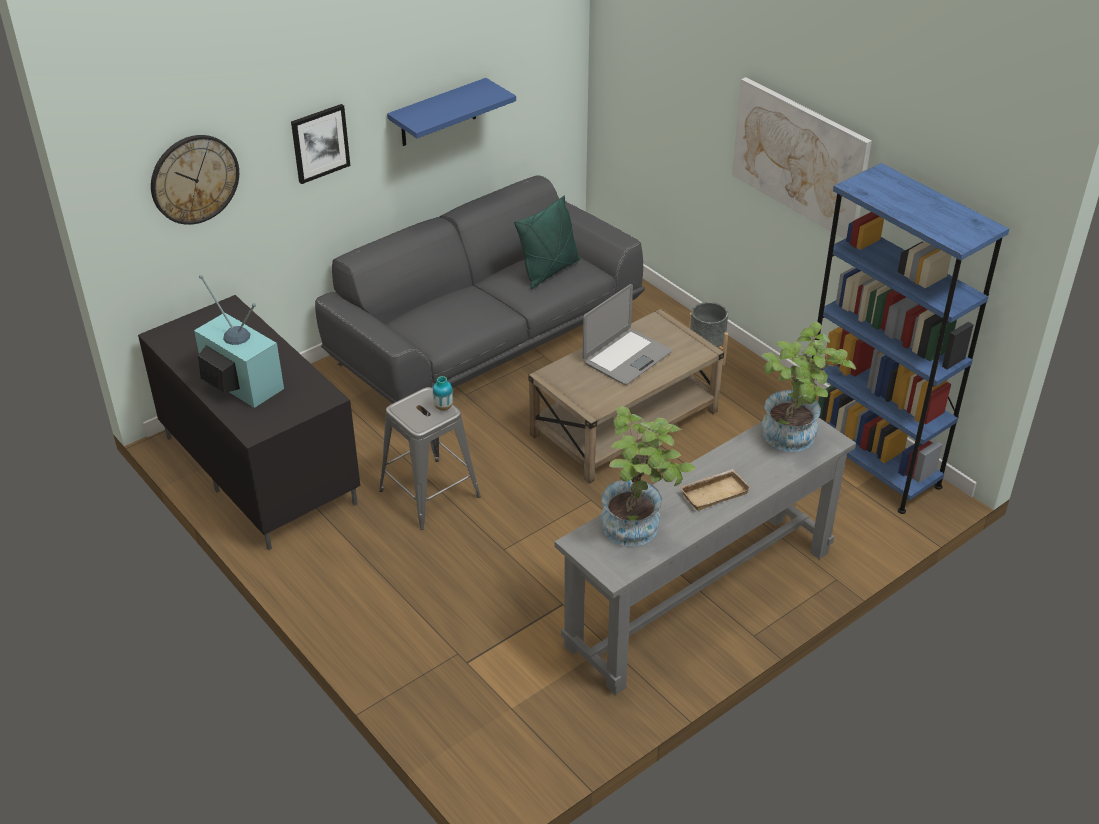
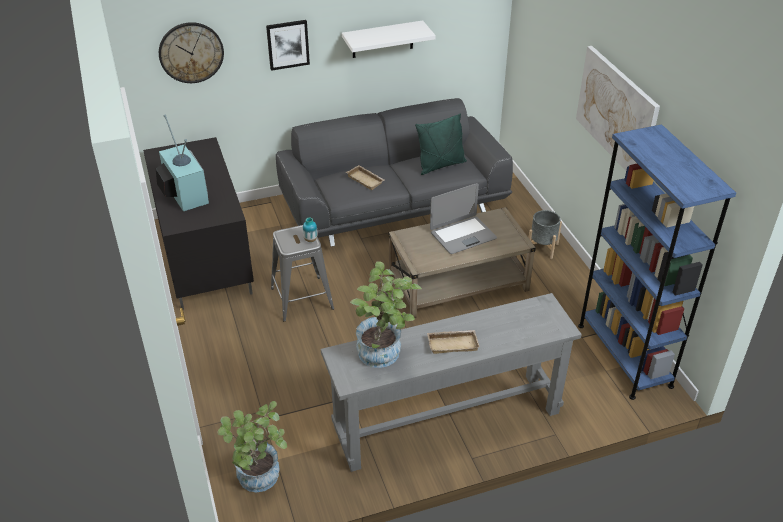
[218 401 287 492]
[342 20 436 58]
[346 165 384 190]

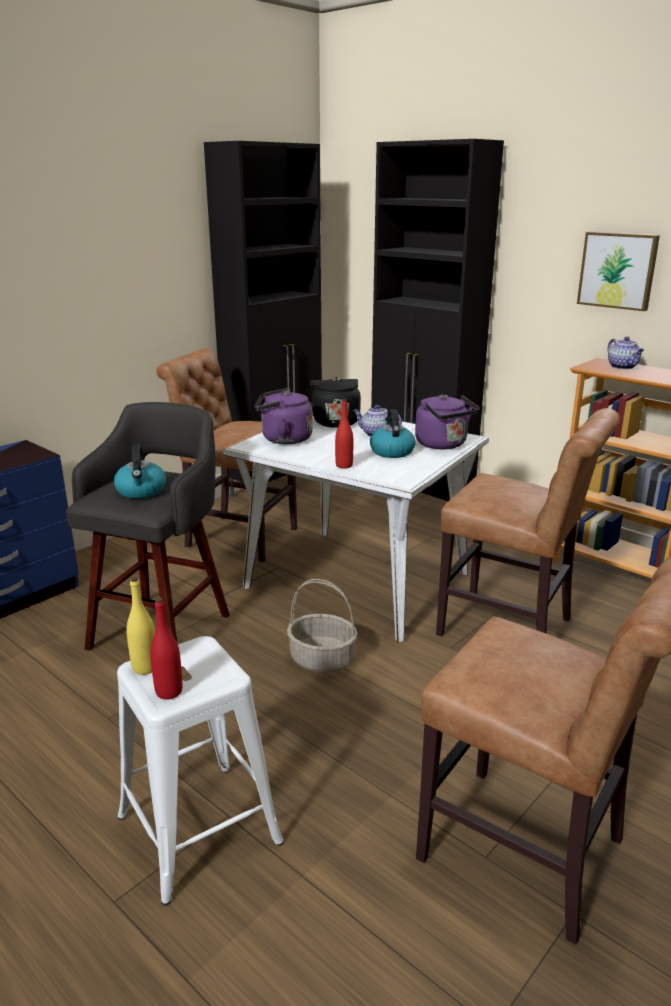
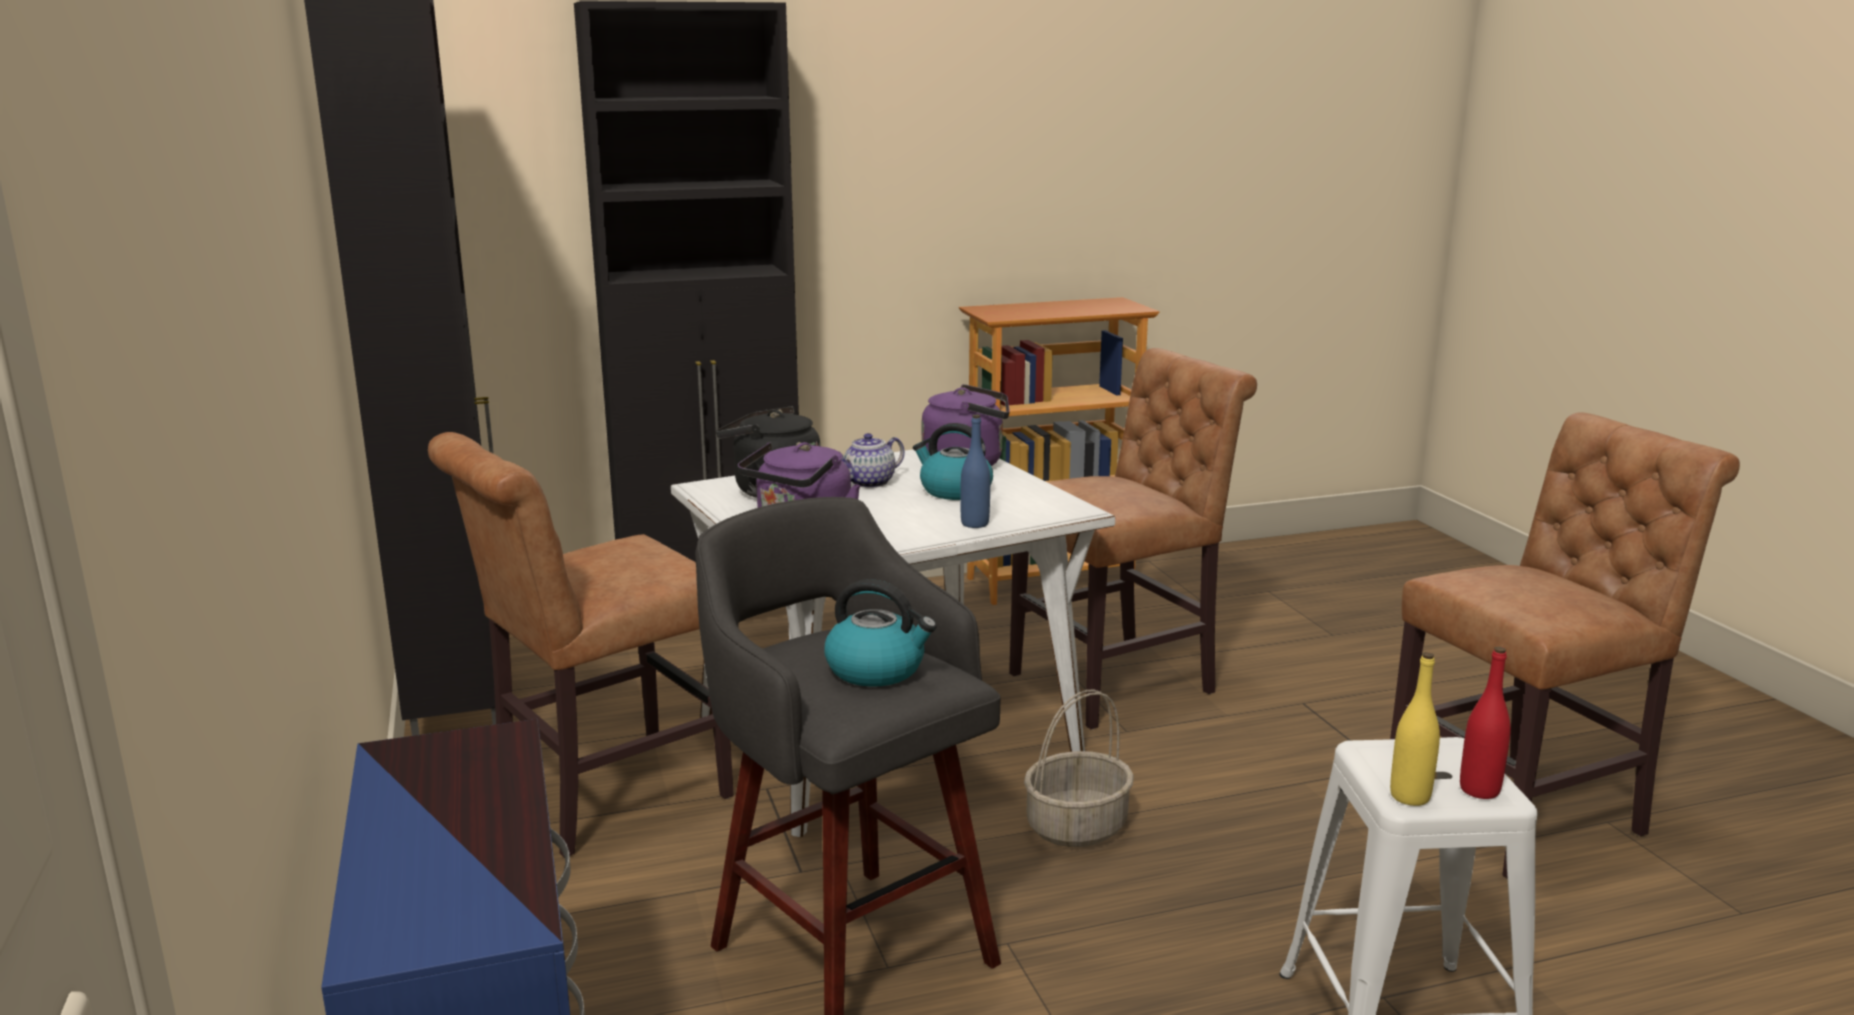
[960 414 990 528]
[577 232 660 311] (first image)
[607 337 644 369] (first image)

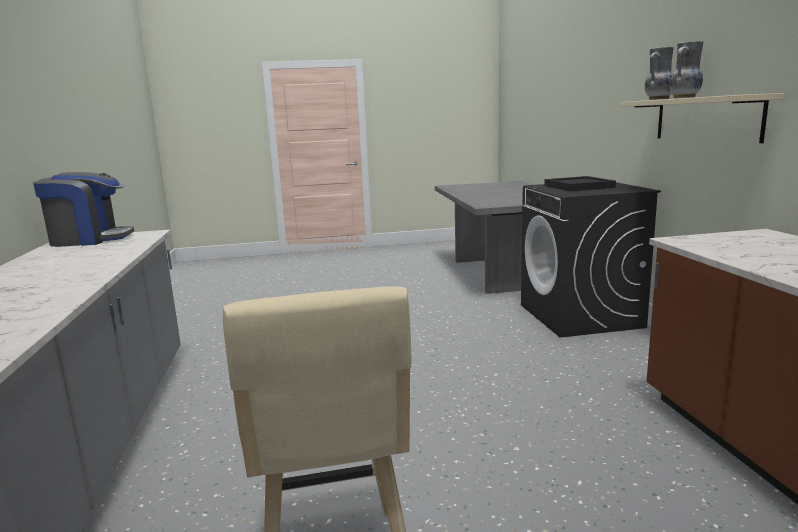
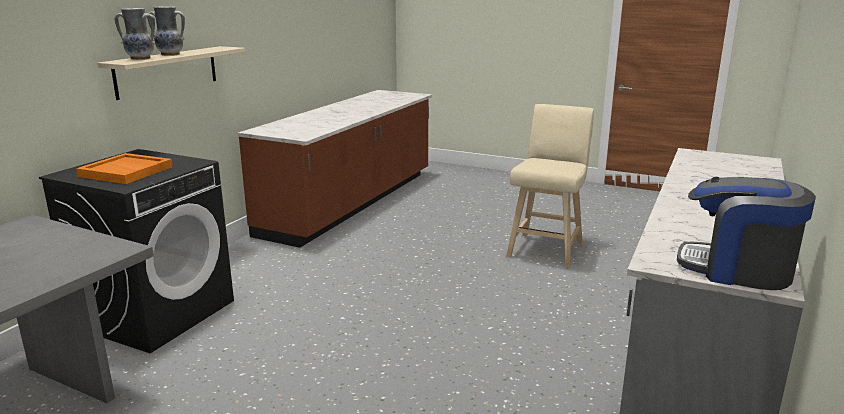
[76 153 173 184]

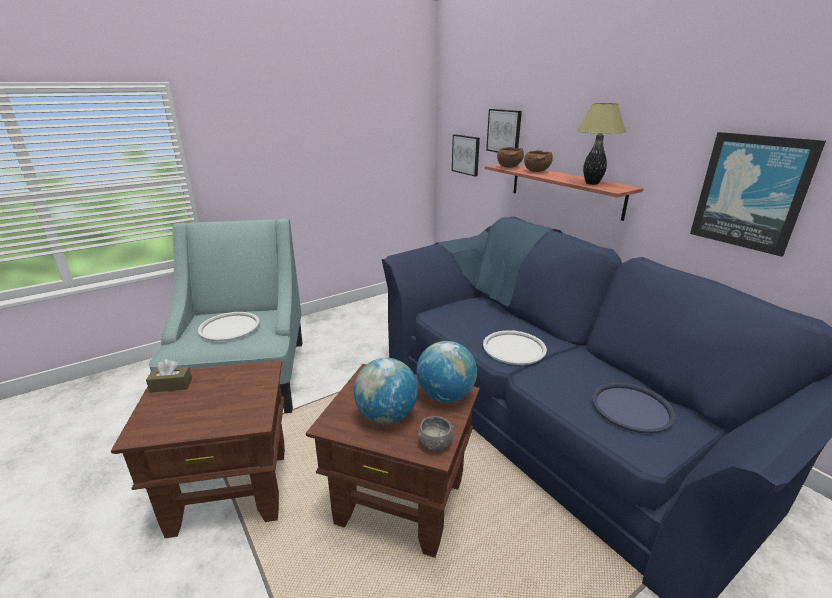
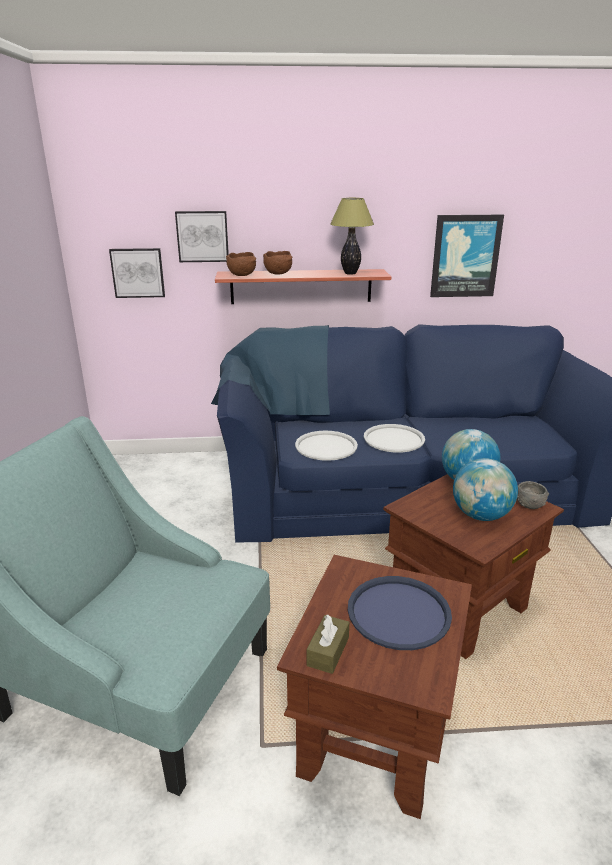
[295 431 358 461]
[348 576 452 650]

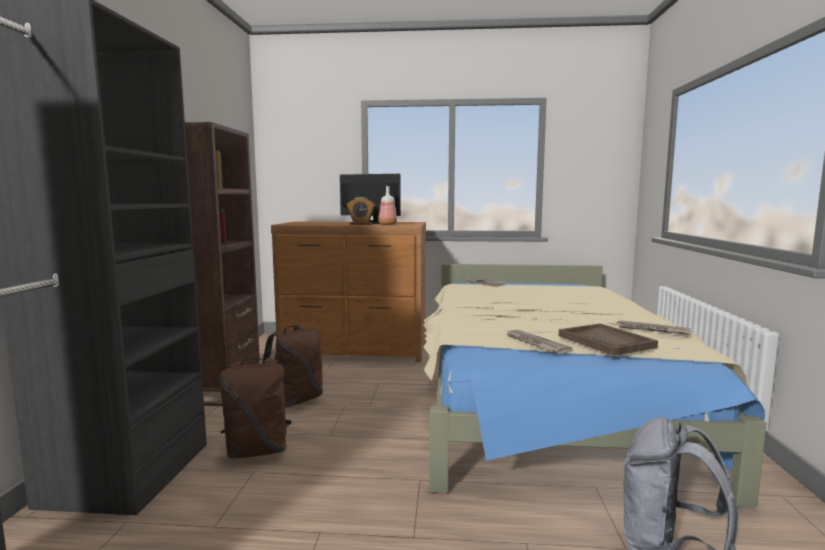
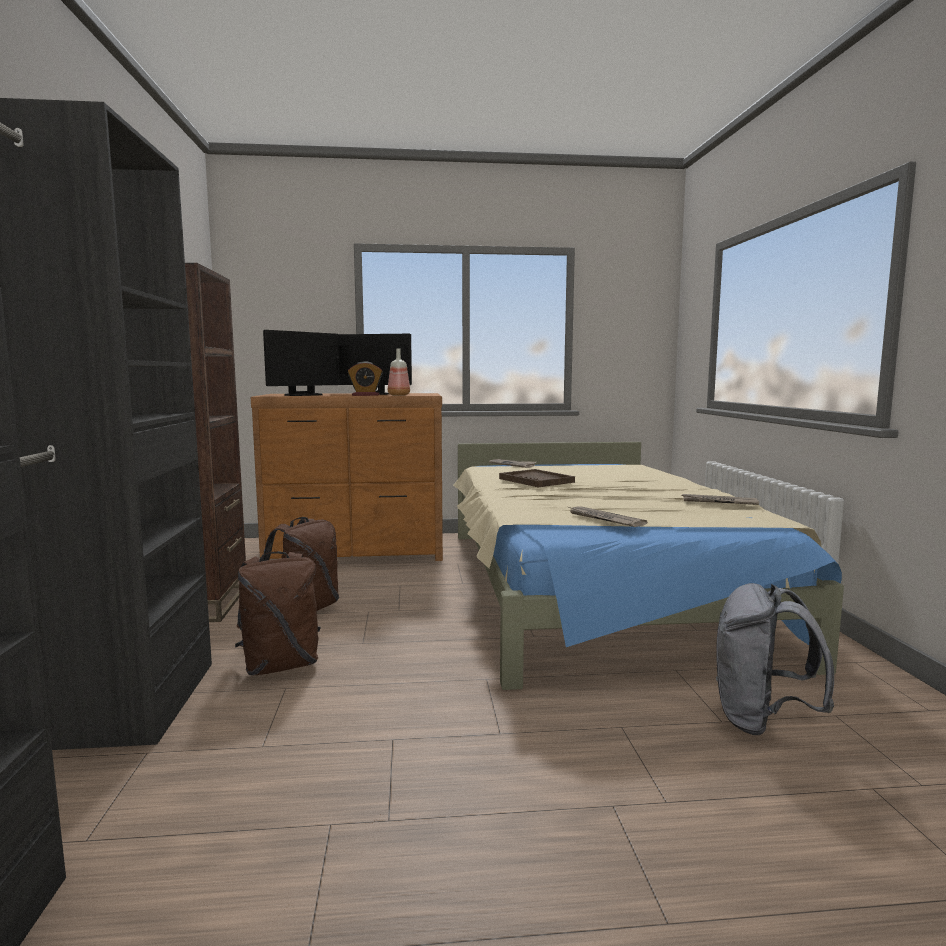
[263 330 340 396]
[499 469 575 487]

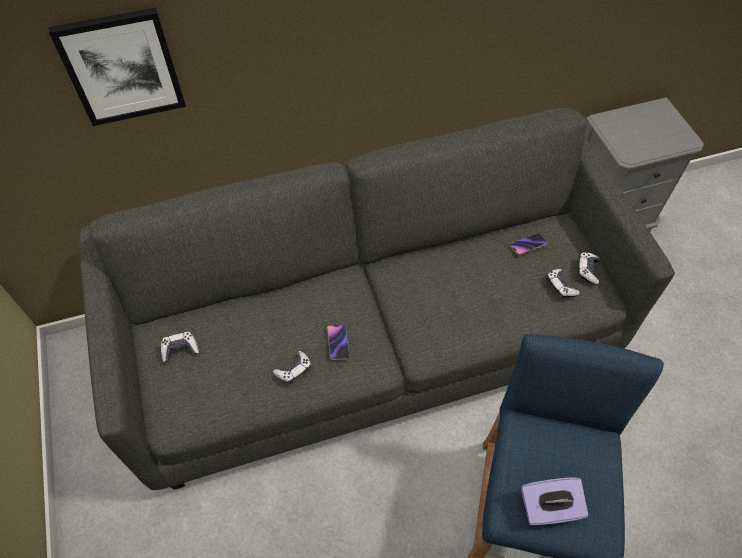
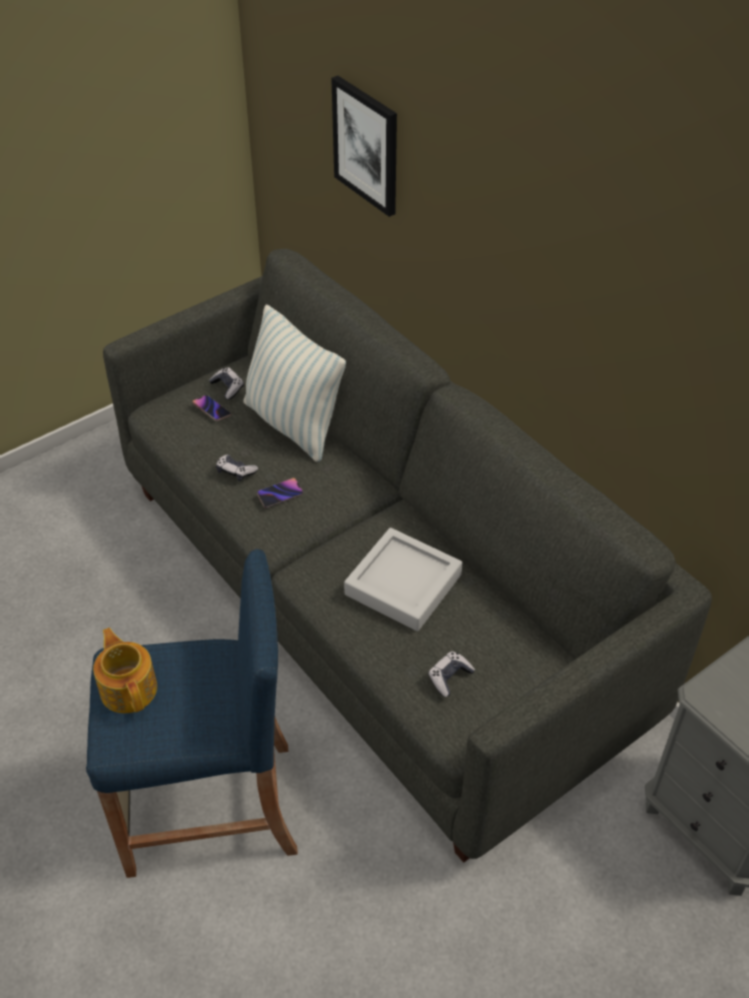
[93 628 157 713]
[192 395 231 421]
[244 305 346 462]
[344 528 462 631]
[577 252 600 285] (first image)

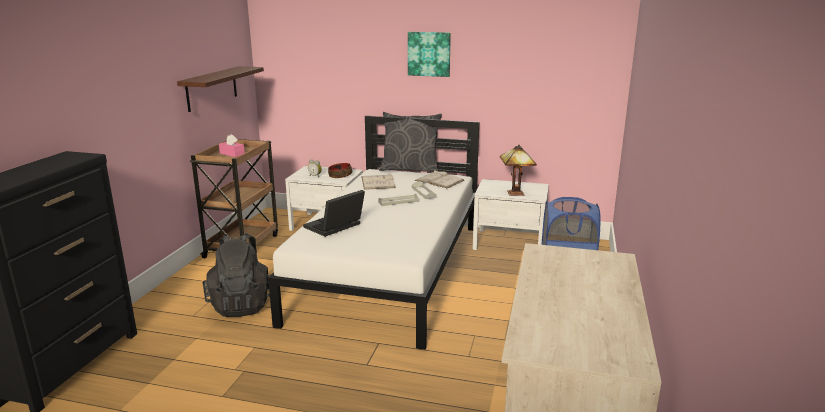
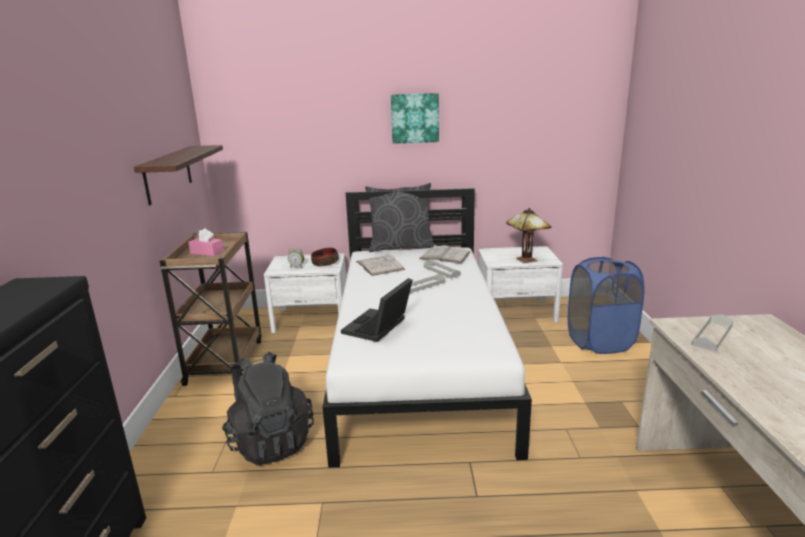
[692 314 733 352]

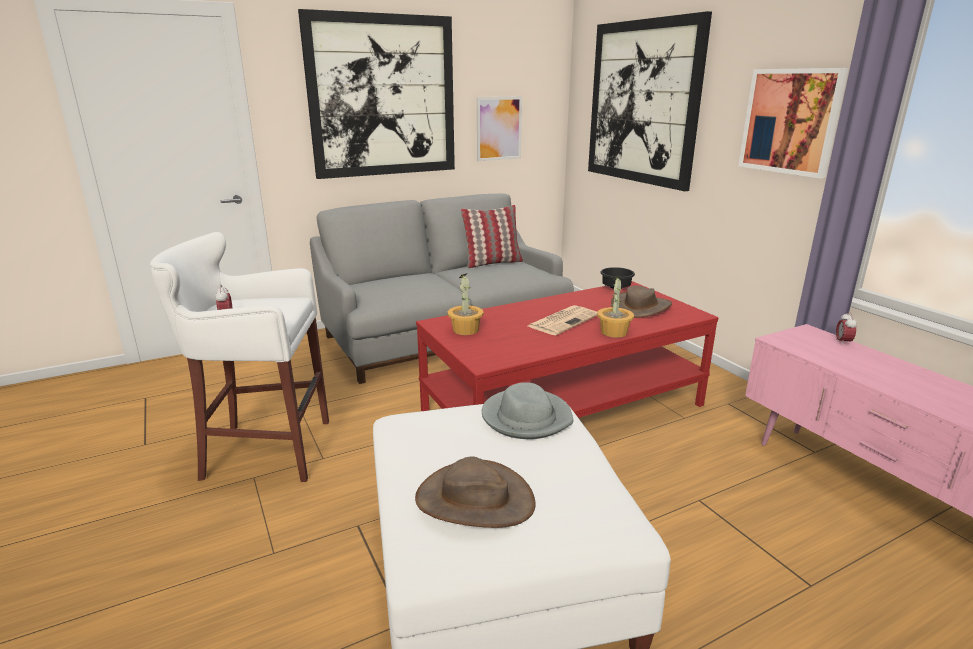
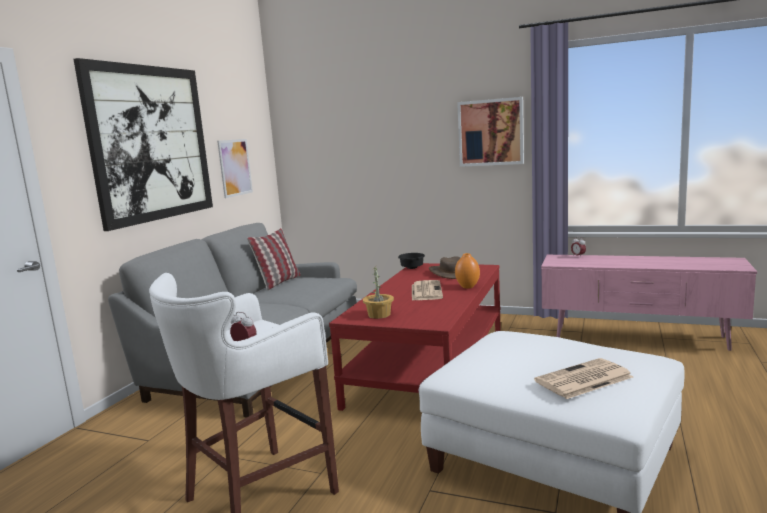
[455 253 480 288]
[534 358 633 399]
[482 382 574 439] (first image)
[588 11 712 191] (first image)

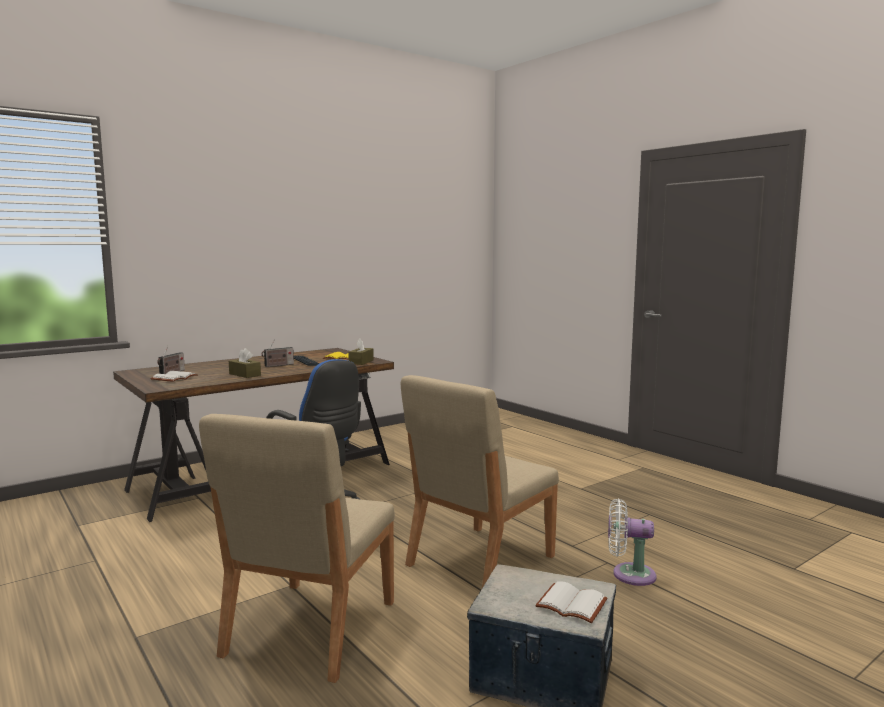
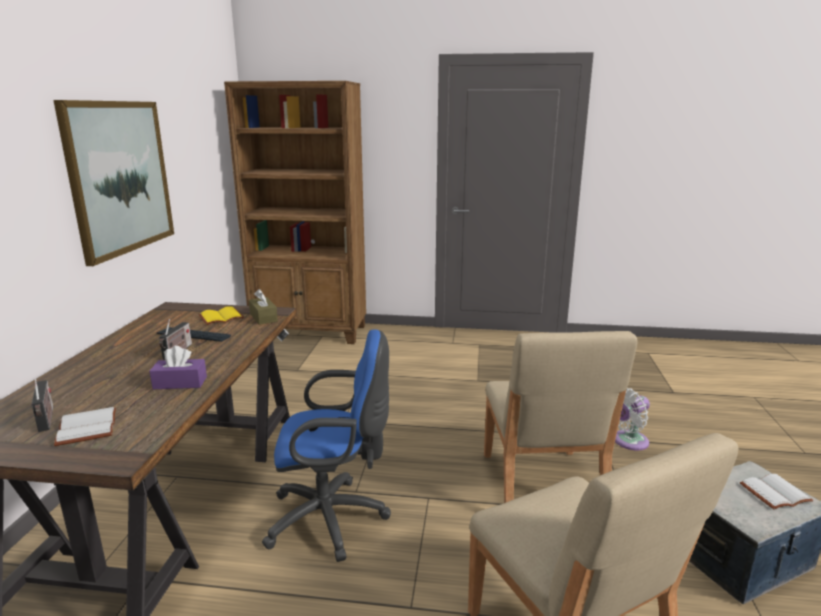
[53 100 174 266]
[149 346 207 389]
[224 81 366 344]

